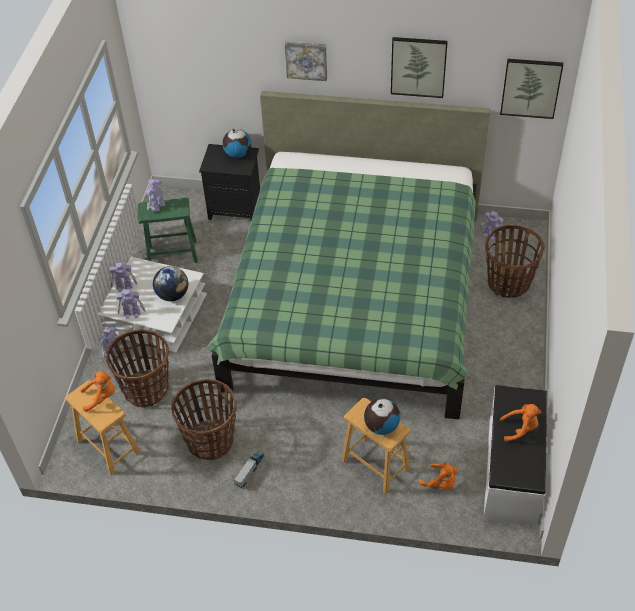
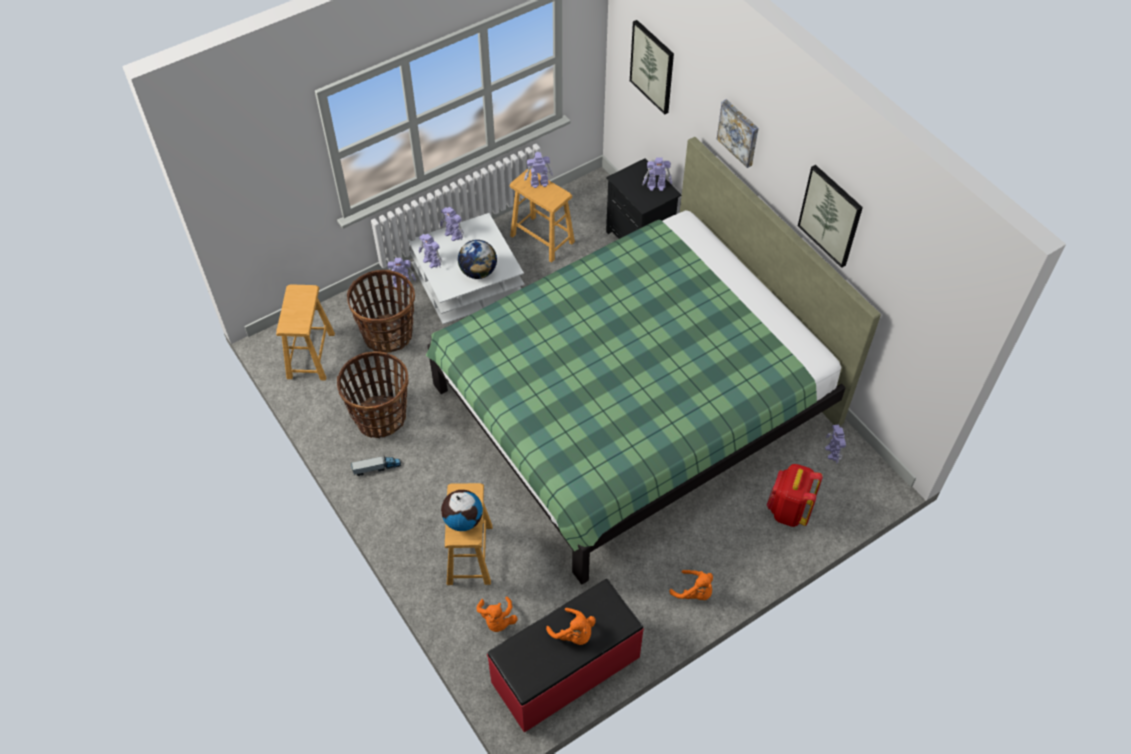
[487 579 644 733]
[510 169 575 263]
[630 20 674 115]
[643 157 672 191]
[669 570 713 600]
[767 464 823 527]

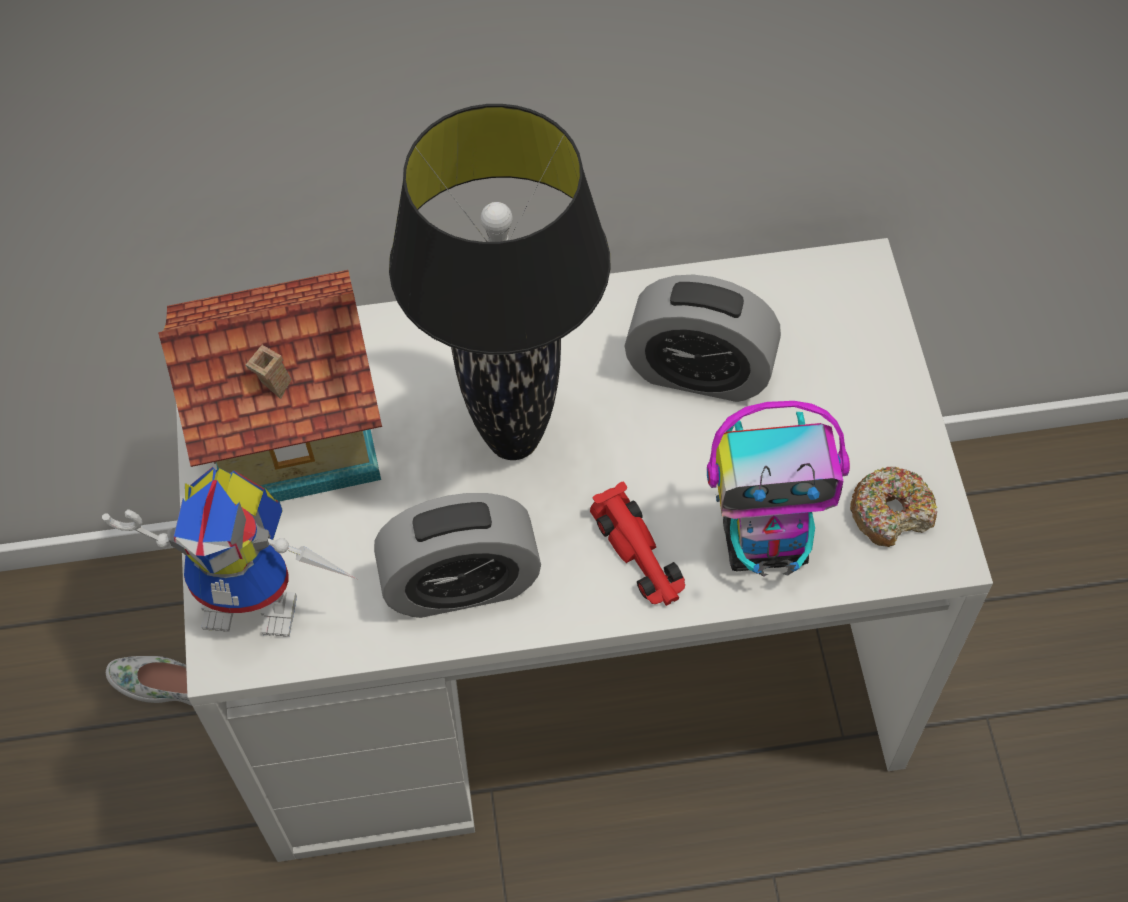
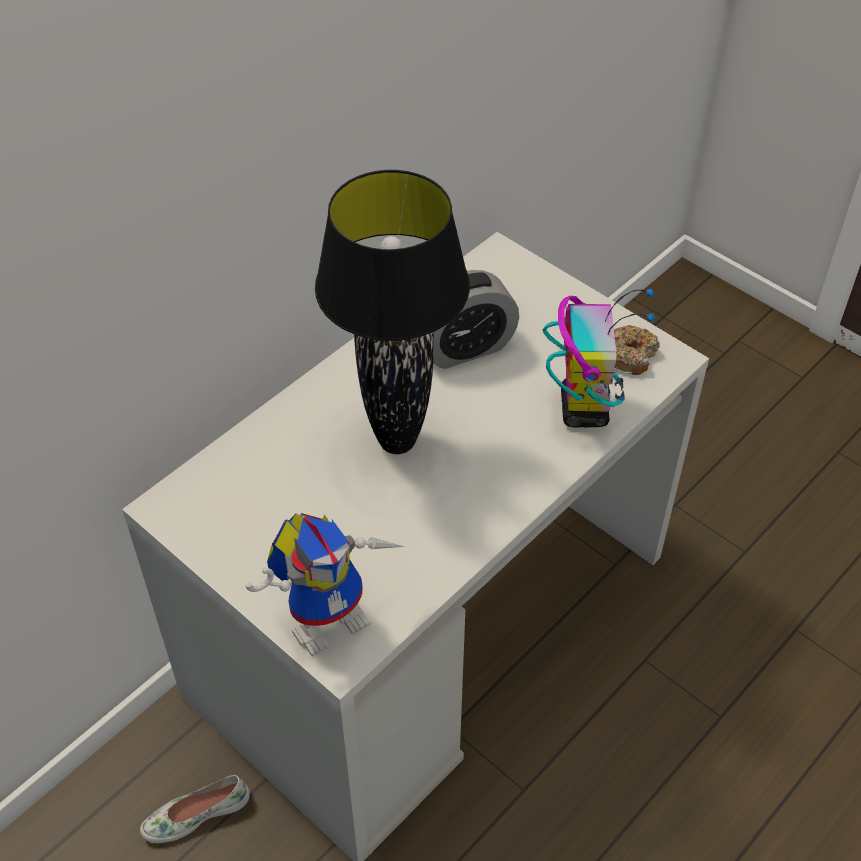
[542 289 655 428]
[158 270 382 501] (first image)
[374 493 541 618] (first image)
[590 482 685 606] (first image)

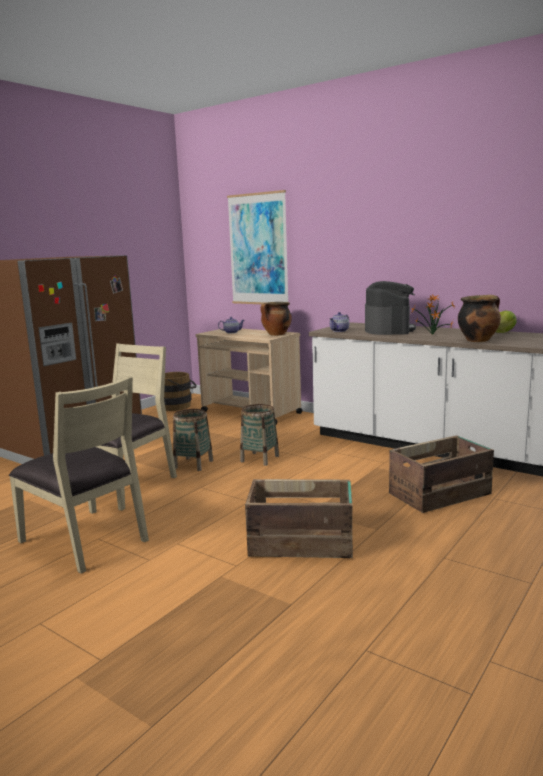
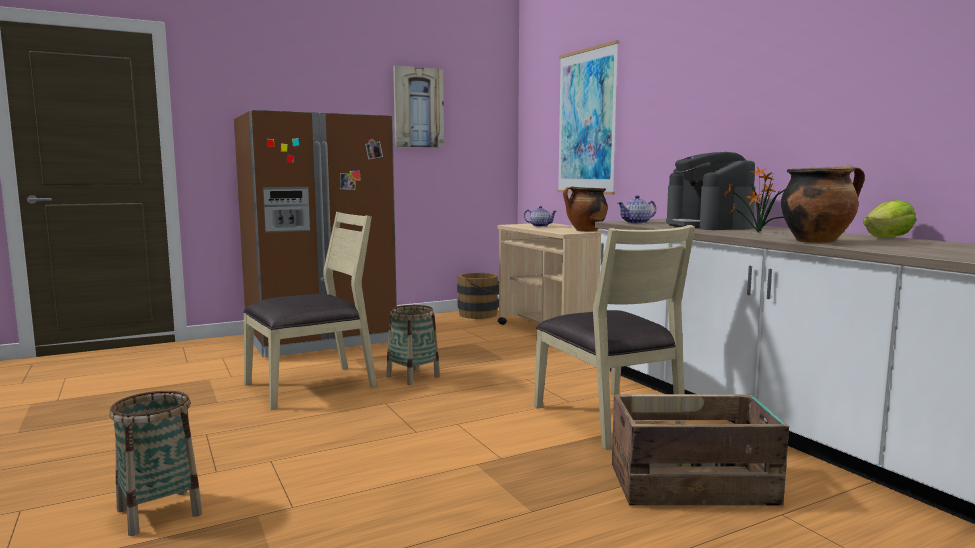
[109 391 202 536]
[393 66 444 148]
[534 225 695 450]
[666 152 756 230]
[245 479 353 558] (first image)

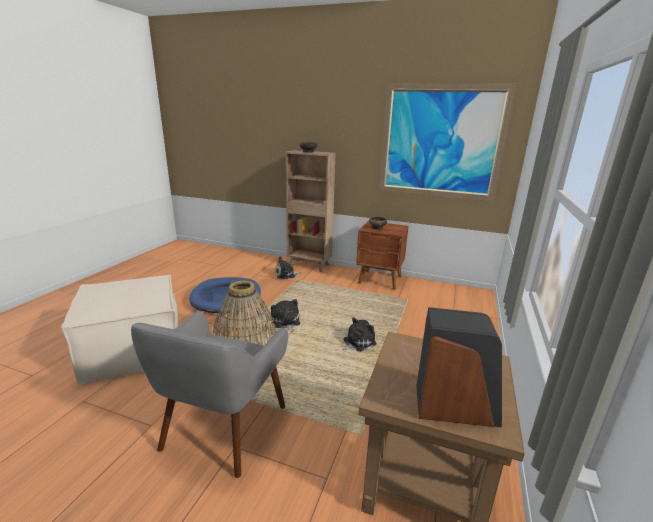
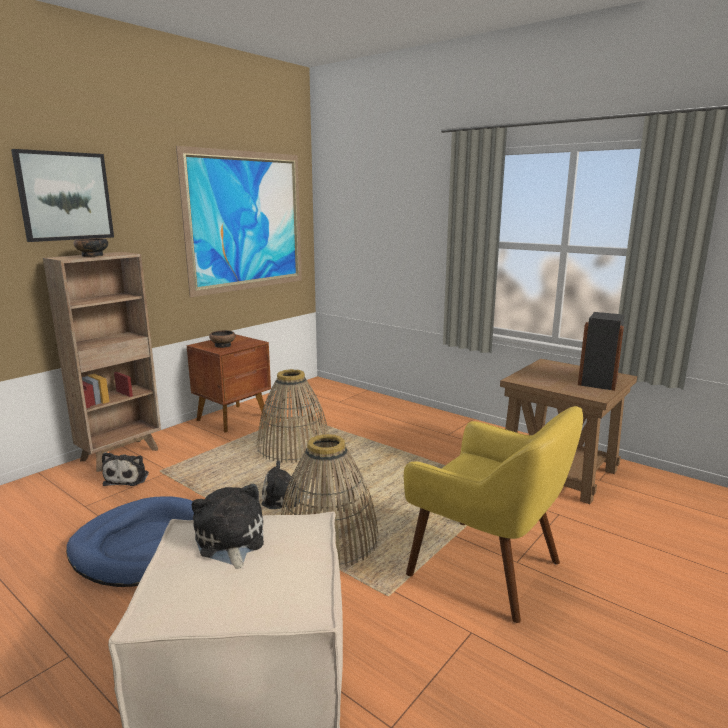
[11 149 114 242]
[192 484 264 569]
[257 369 329 463]
[404 406 583 623]

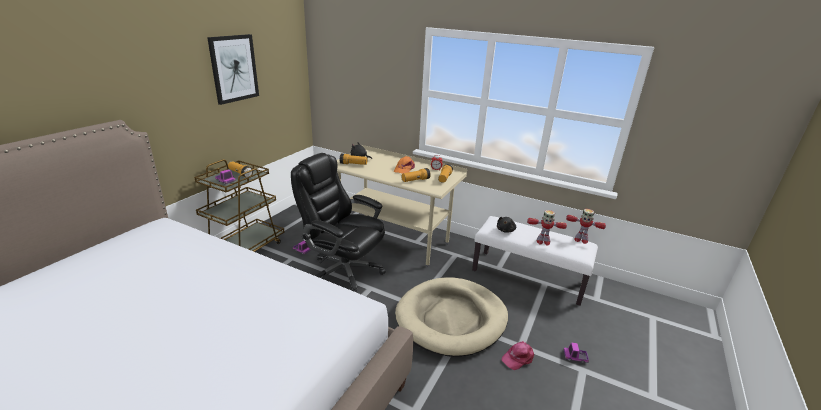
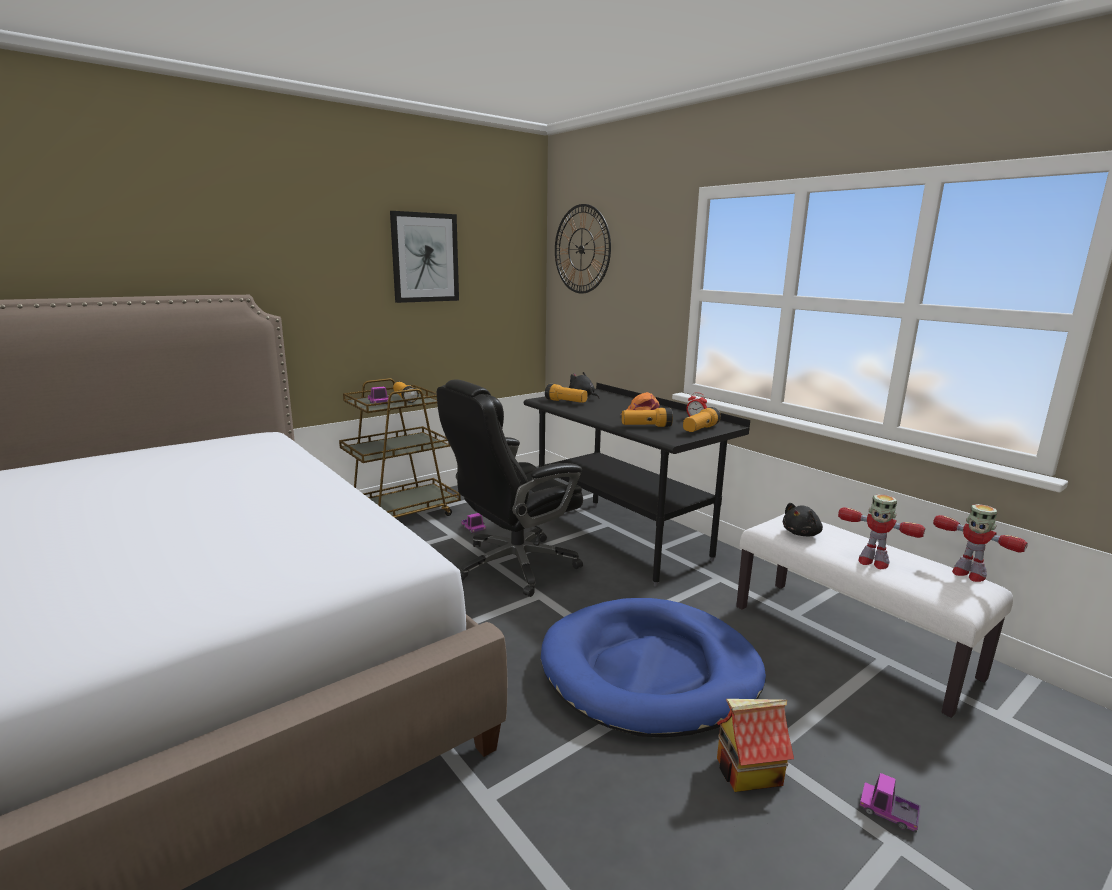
[437 379 583 597]
[524 383 750 587]
[541 598 766 738]
[555 204 611 294]
[717 699 794 792]

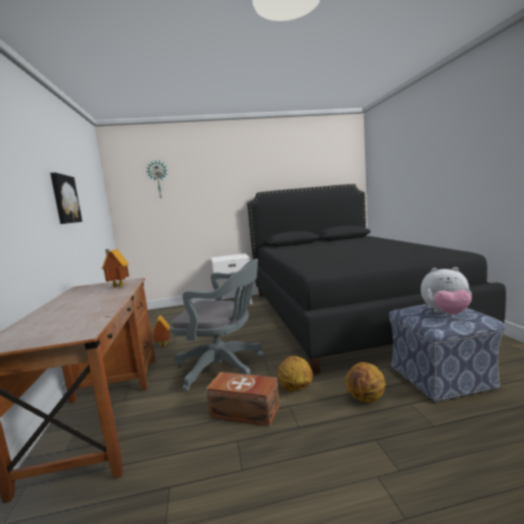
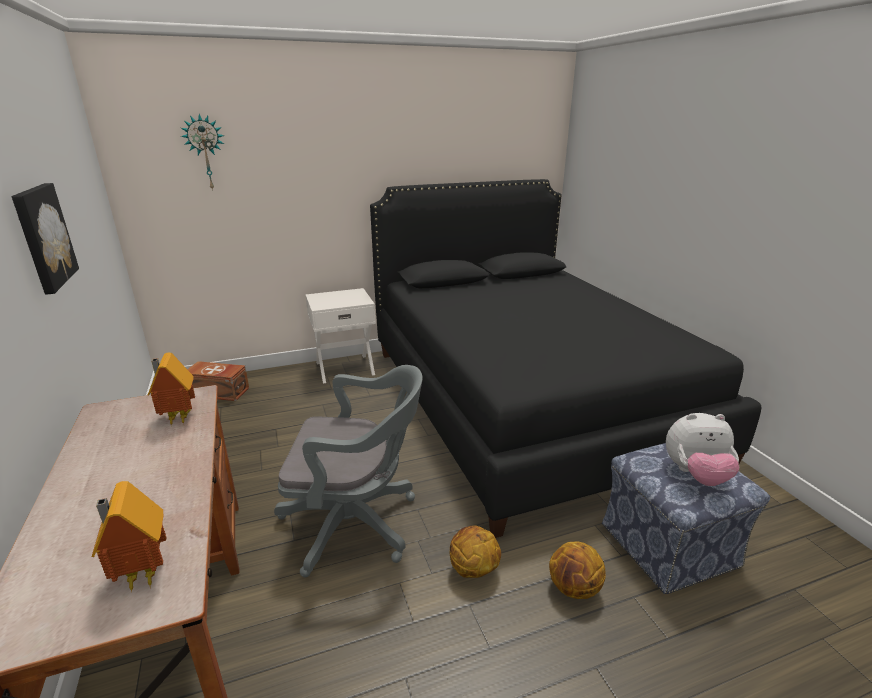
[92 481 166 593]
[187 361 249 401]

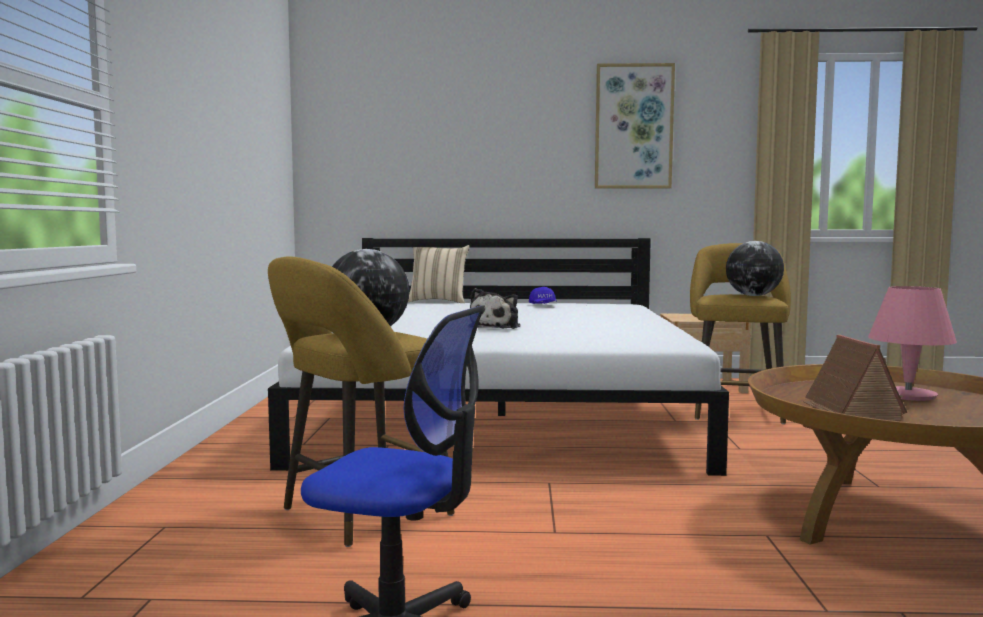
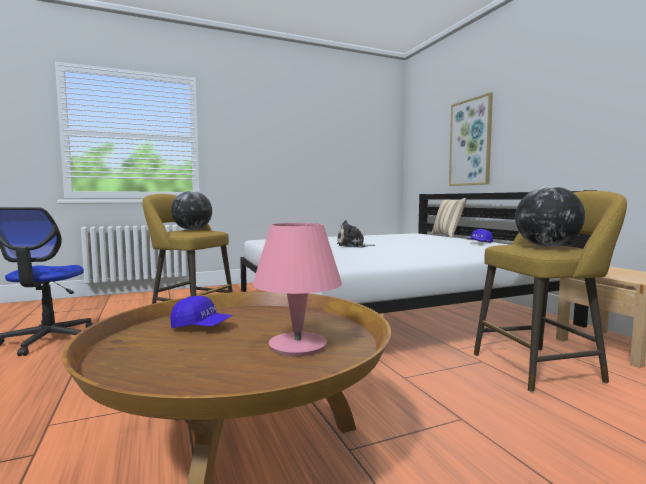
[171 296 233 328]
[449 92 493 186]

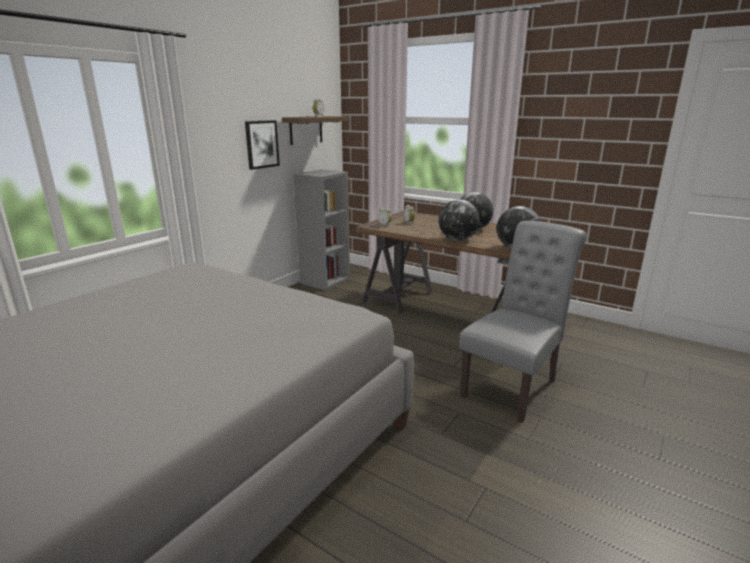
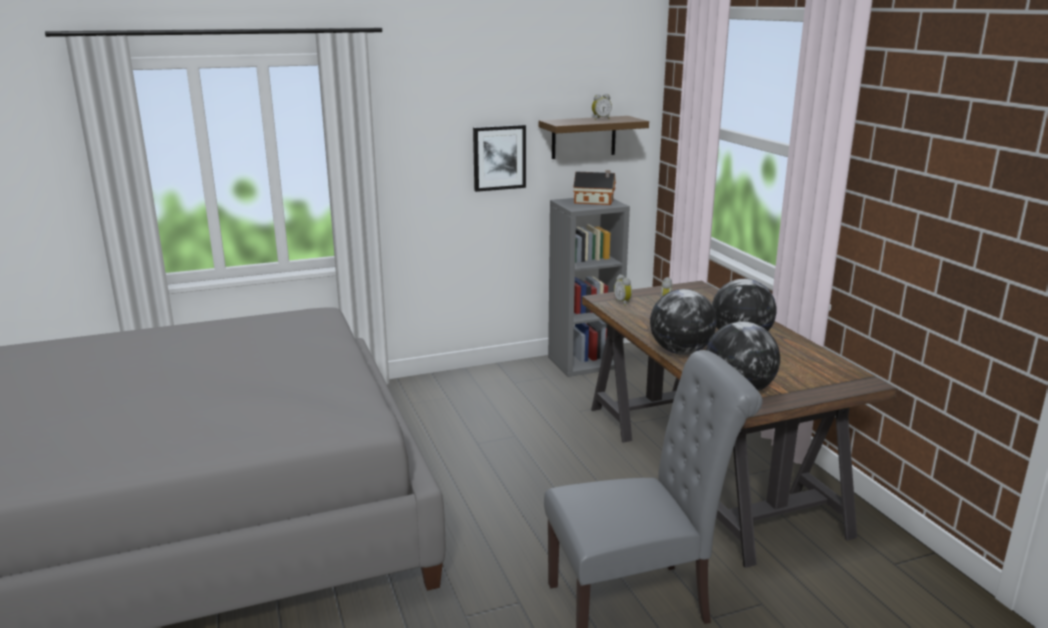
[573 170 616 205]

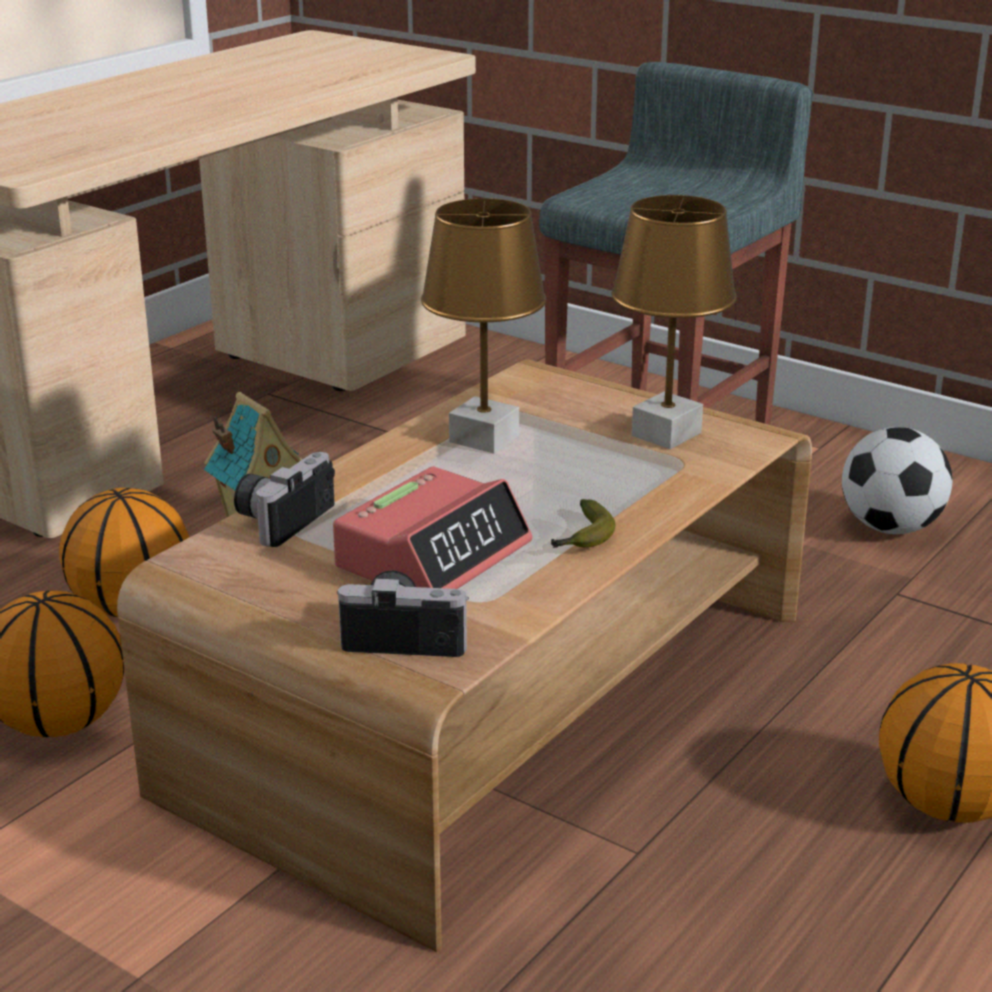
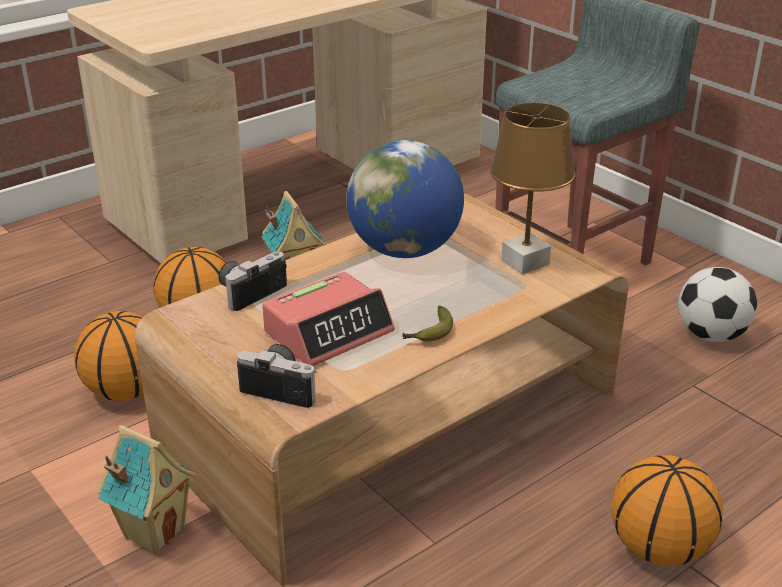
[97 425 195 554]
[346 140 464 258]

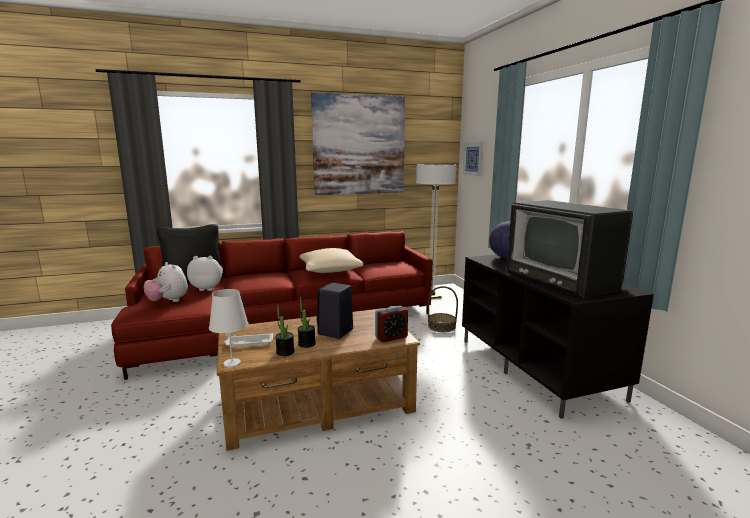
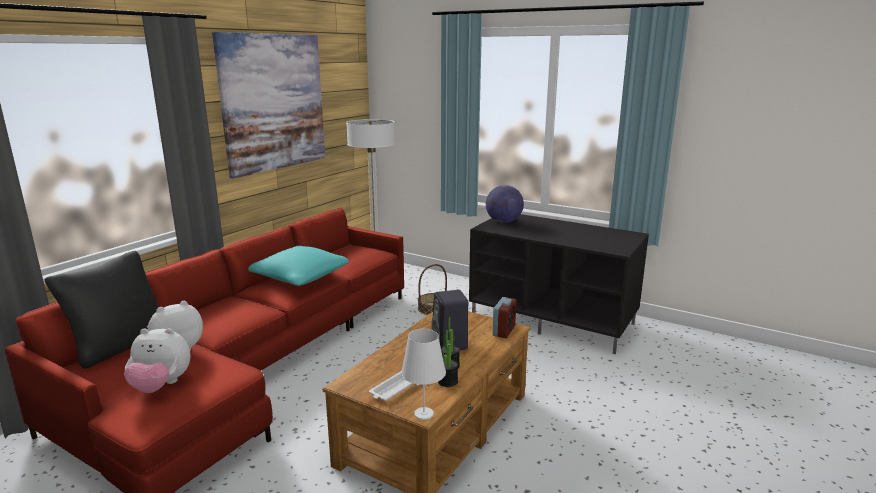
[248 246 349 286]
[462 142 484 176] (first image)
[507 200 633 298] (first image)

